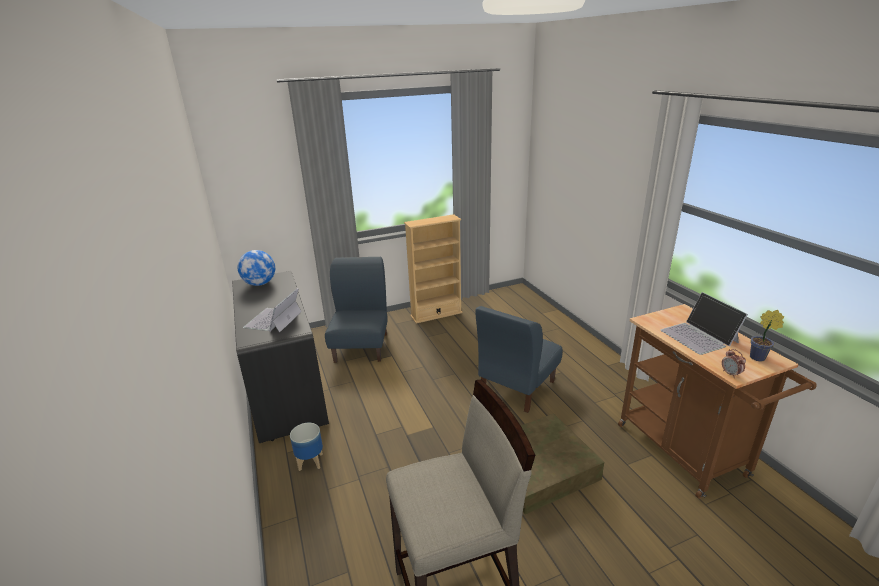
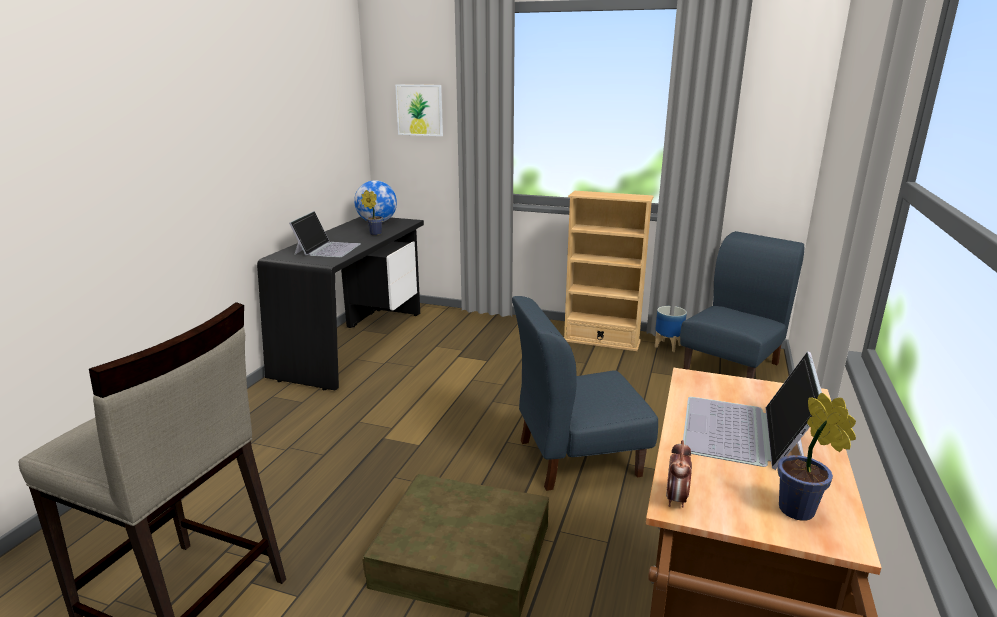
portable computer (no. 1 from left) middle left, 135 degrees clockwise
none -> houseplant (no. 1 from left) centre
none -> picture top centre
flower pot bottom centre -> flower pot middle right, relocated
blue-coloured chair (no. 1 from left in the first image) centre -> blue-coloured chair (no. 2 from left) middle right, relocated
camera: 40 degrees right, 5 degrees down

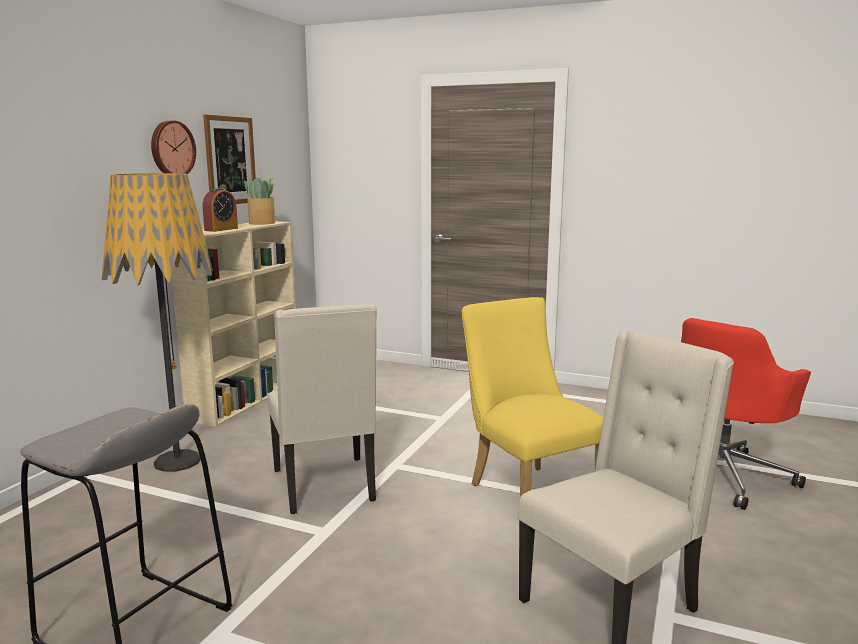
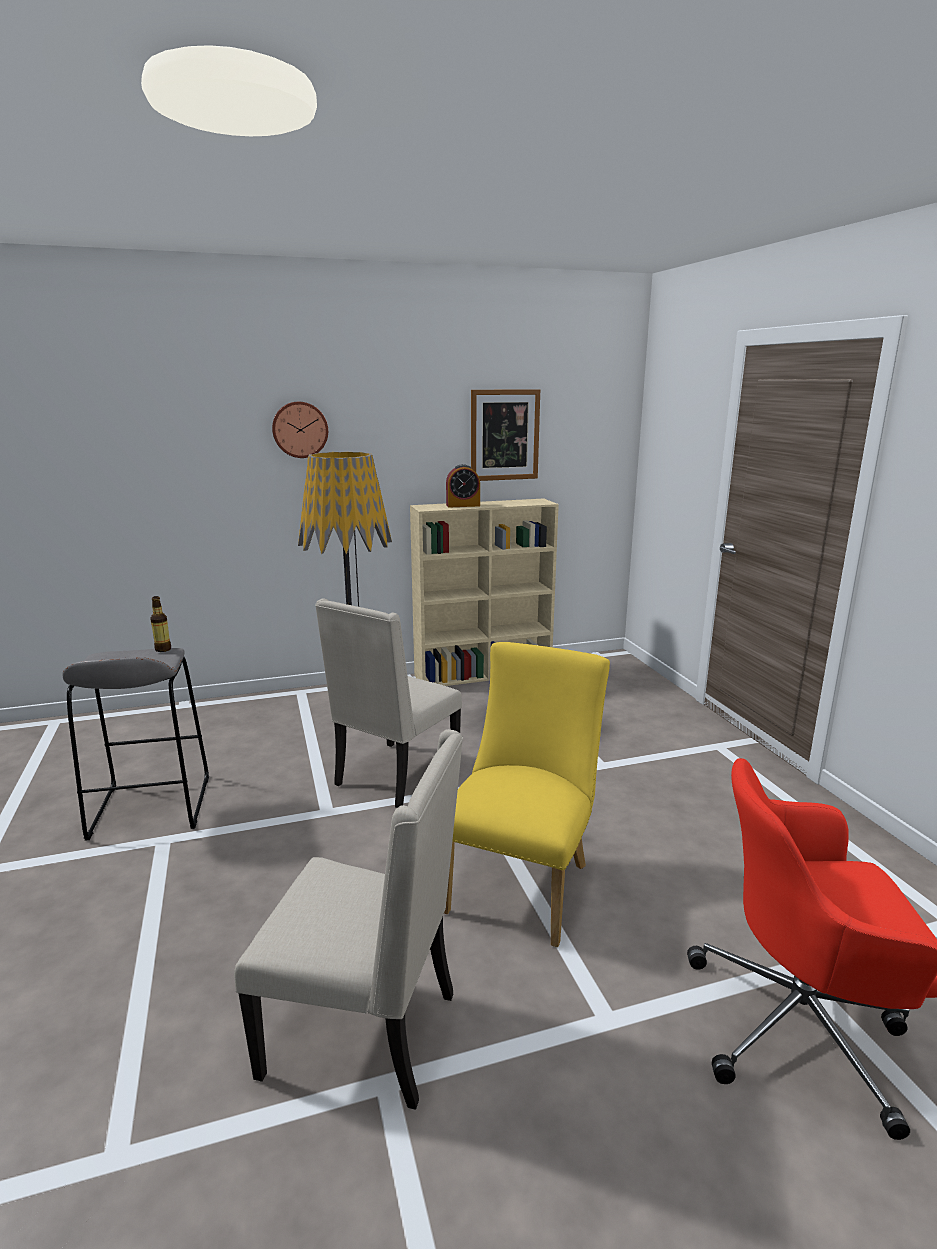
none -> drink bottle middle left
clock on the wall top left -> clock on the wall middle left, relocated
houseplant top left -> none
camera: 50 degrees right, 5 degrees up

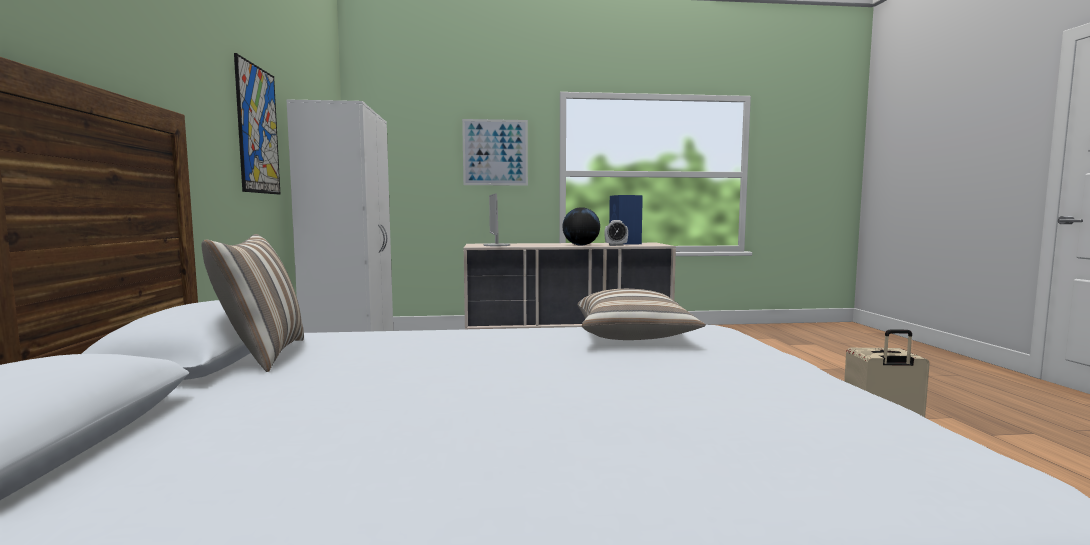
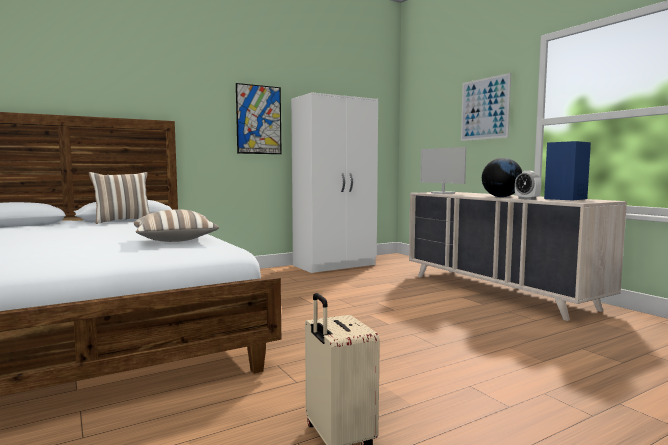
computer screen centre, 90 degrees counterclockwise
camera: 65 degrees right, 0 degrees up

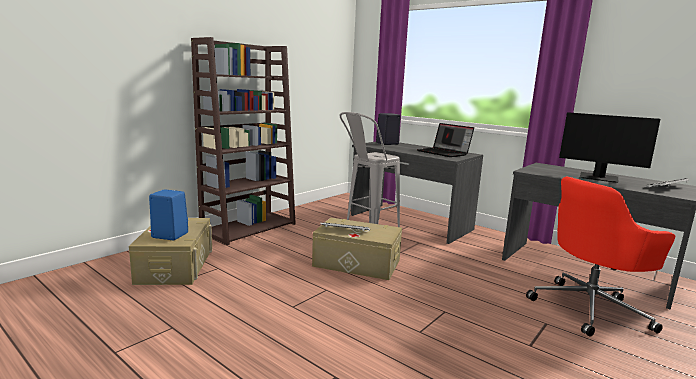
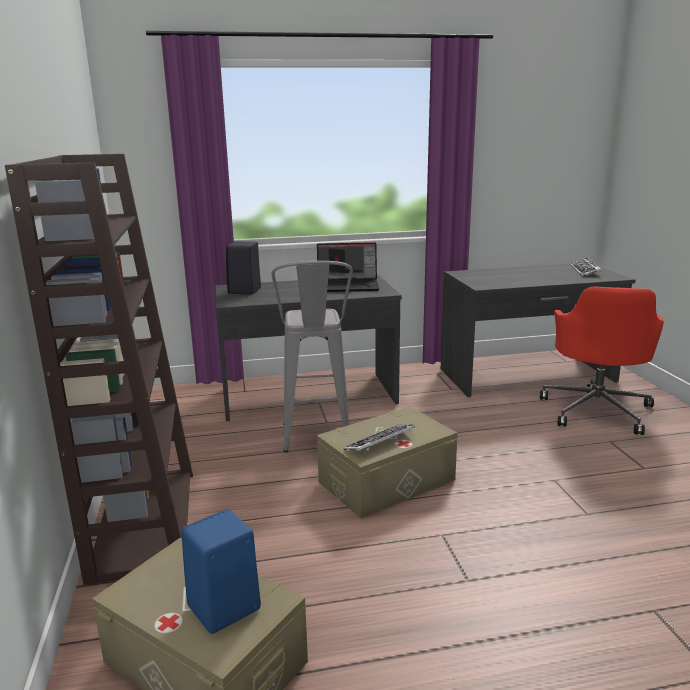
computer screen middle right -> none
camera: 50 degrees left, 5 degrees up

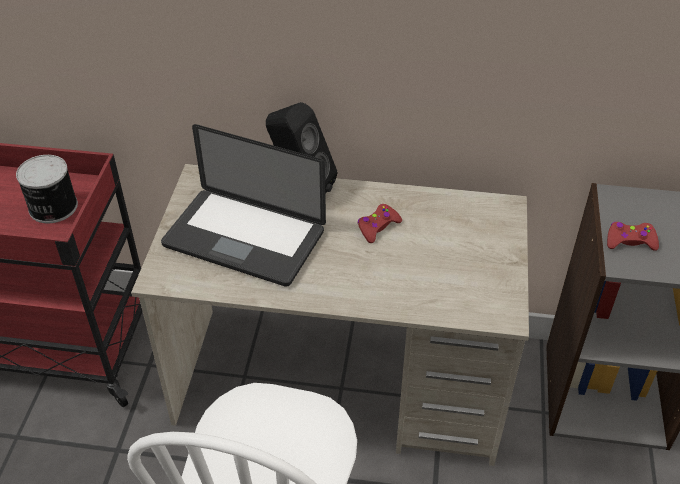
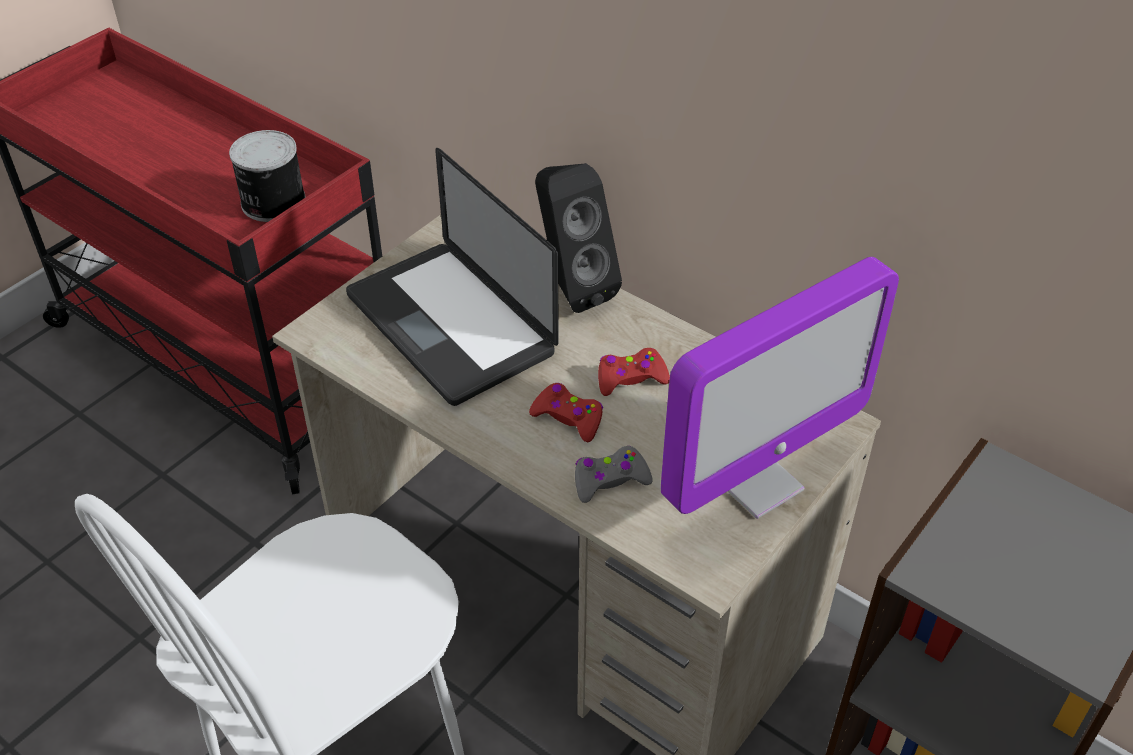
red-coloured gamepad (no. 2 from left in the first image) middle right -> red-coloured gamepad (no. 1 from left) centre, relocated
none -> greyish gamepad centre
none -> computer screen middle right
camera: 30 degrees right, 0 degrees up

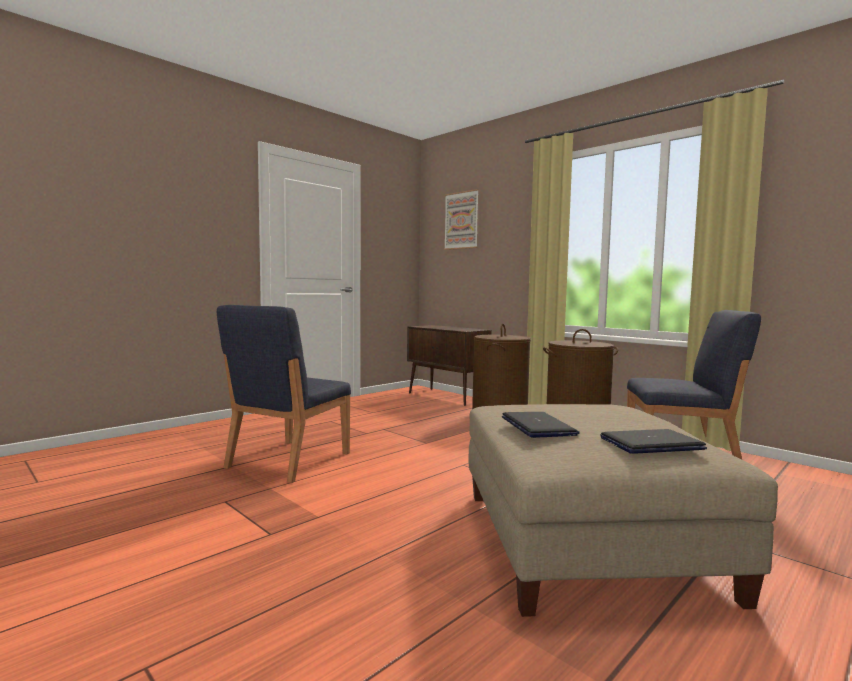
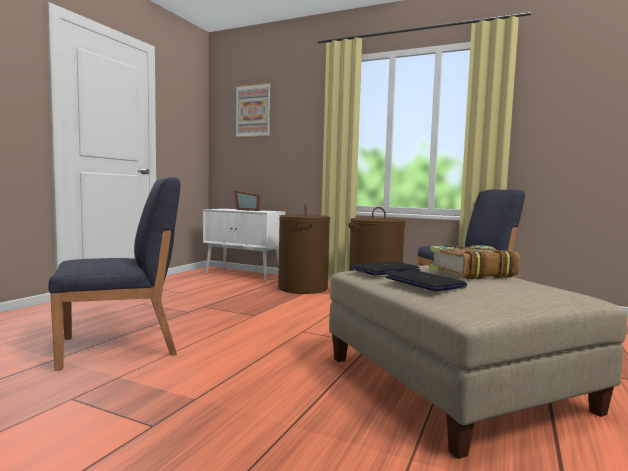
blue-coloured chair (no. 1 from left) centre -> blue-coloured chair (no. 1 from left) middle left, 120 degrees counterclockwise
brownish cupboard centre -> whitish cupboard centre
none -> standing frame centre
portable computer (no. 2 from left in the first image) middle right -> portable computer (no. 1 from left) centre, relocated
none -> book middle right
camera: 20 degrees left, 0 degrees up

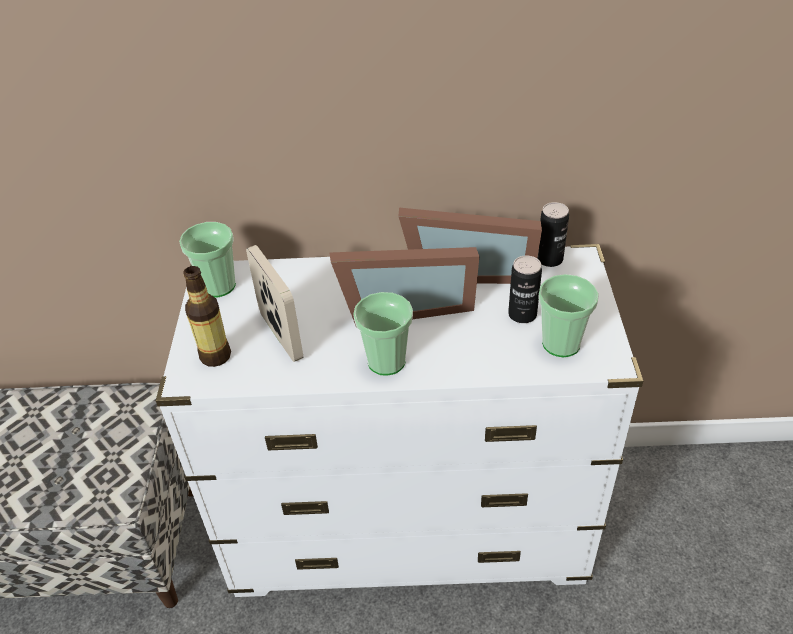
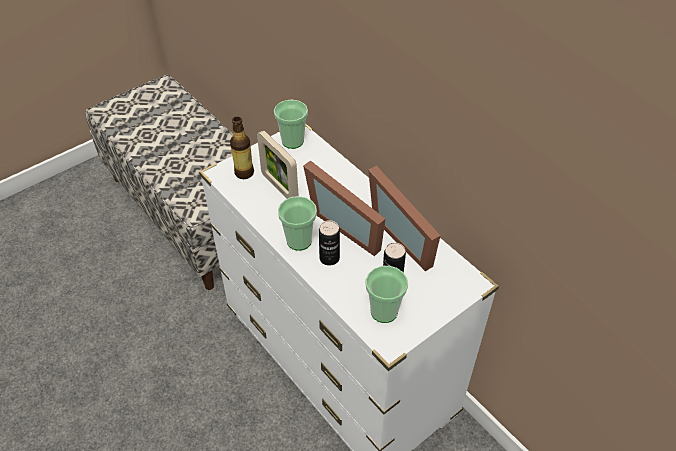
standing frame (no. 1 from left) centre, 120 degrees clockwise
sealed can (no. 2 from left in the first image) middle right -> sealed can (no. 1 from left) centre, relocated
camera: 50 degrees right, 5 degrees up

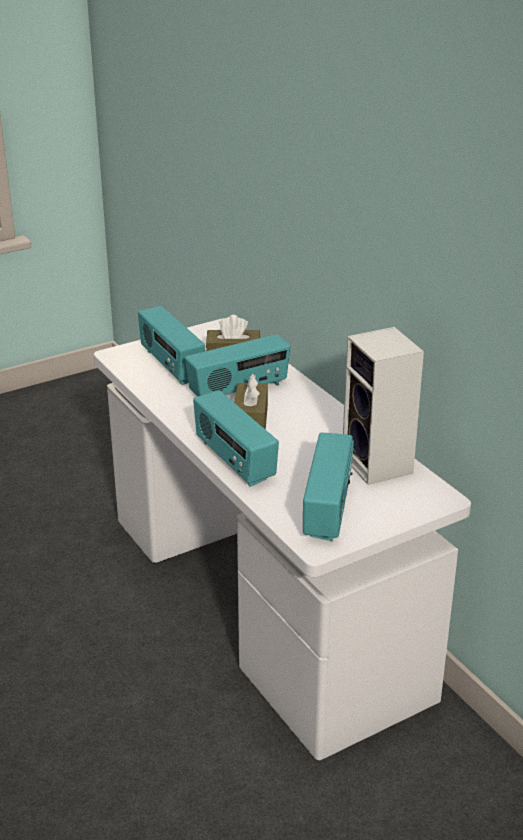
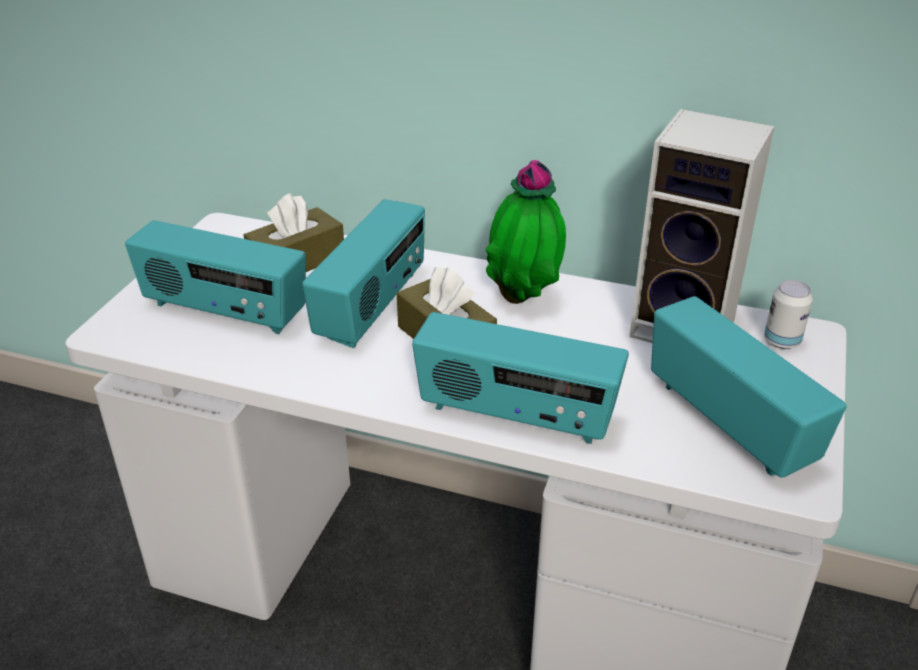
none -> houseplant centre
none -> sealed can middle right
camera: 40 degrees left, 5 degrees up

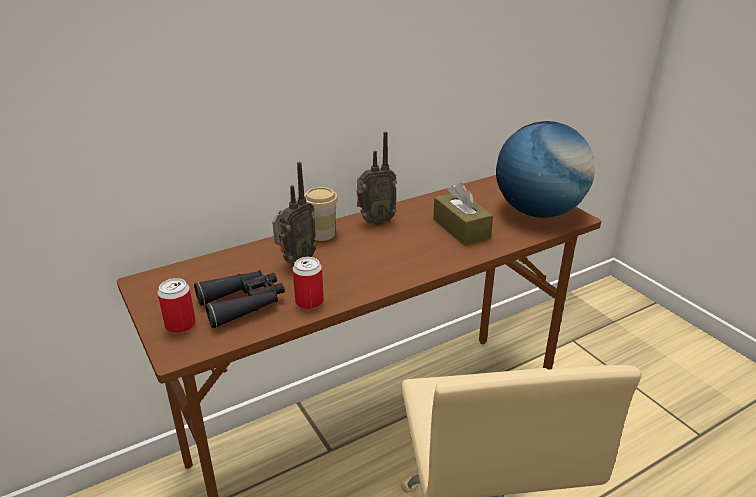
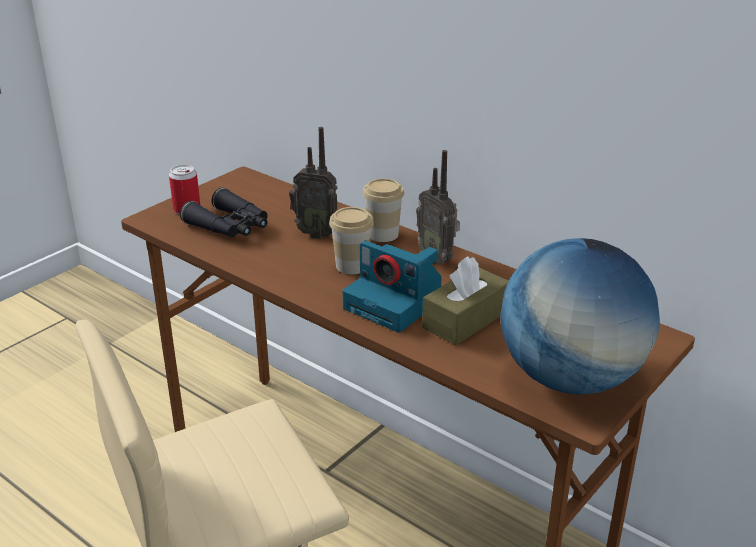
none -> drinking cup (no. 1 from left) centre
none -> still camera centre
sealed can (no. 2 from left) centre -> none
camera: 70 degrees right, 0 degrees up

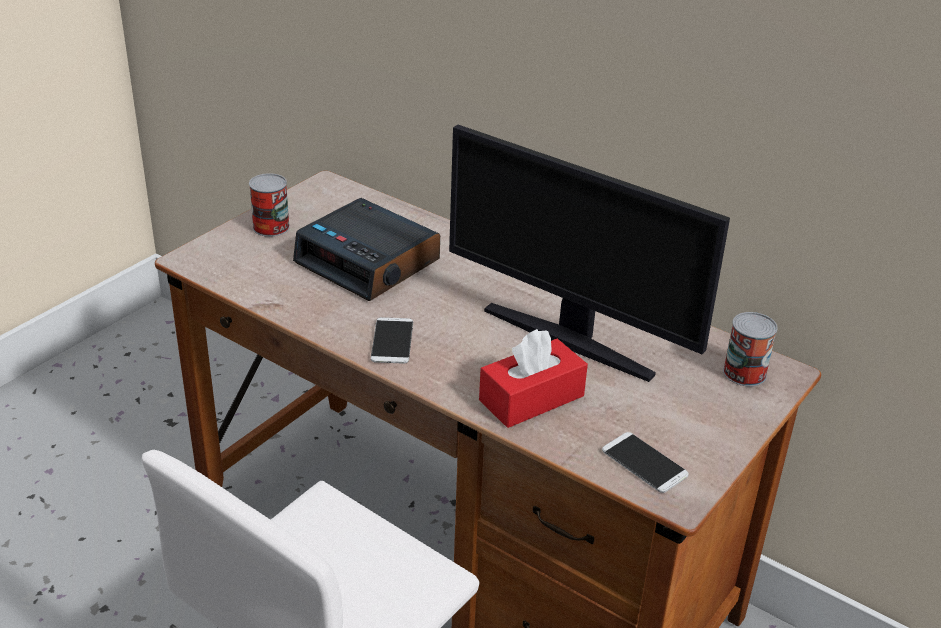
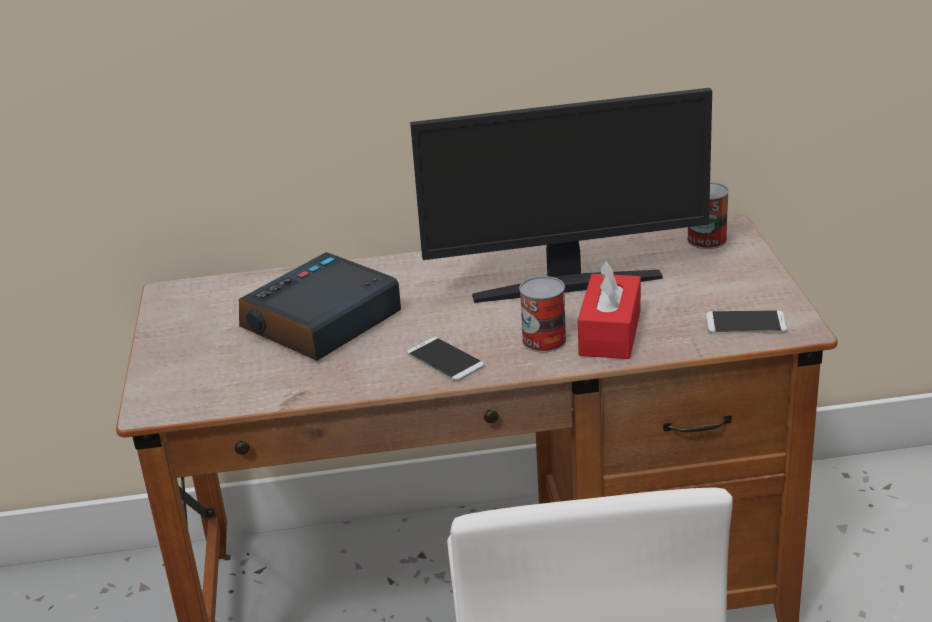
bedside clock centre, 135 degrees clockwise
sealed can (no. 1 from left) top left -> sealed can (no. 1 from left) centre, relocated
camera: 40 degrees left, 5 degrees down

